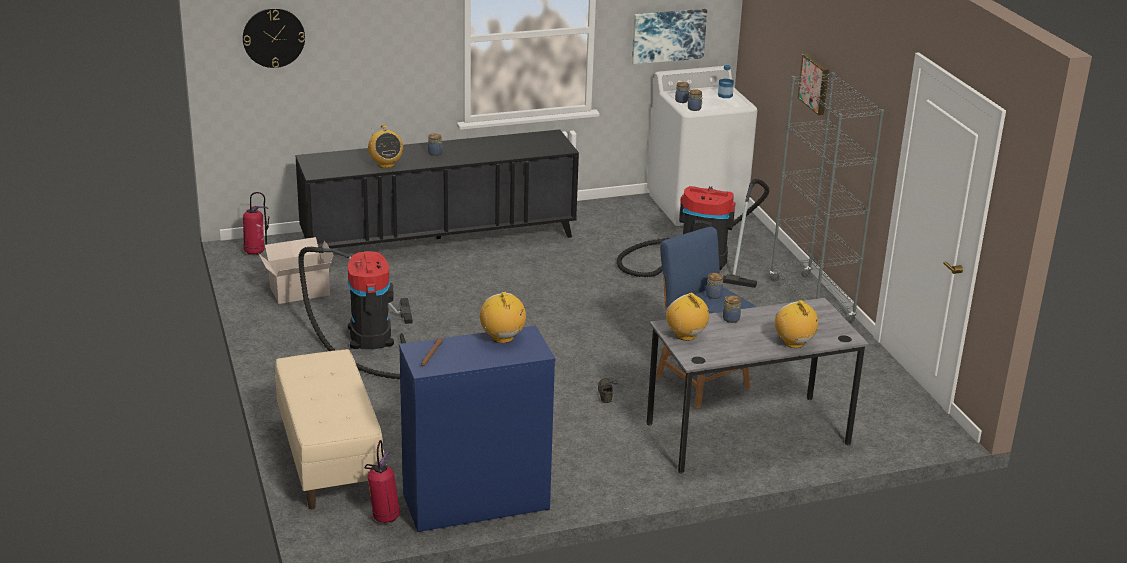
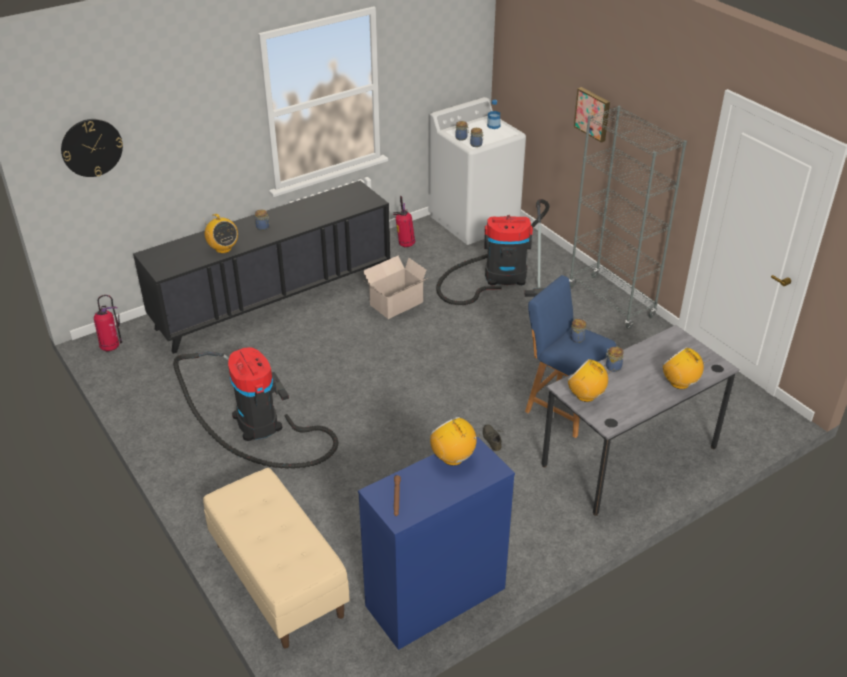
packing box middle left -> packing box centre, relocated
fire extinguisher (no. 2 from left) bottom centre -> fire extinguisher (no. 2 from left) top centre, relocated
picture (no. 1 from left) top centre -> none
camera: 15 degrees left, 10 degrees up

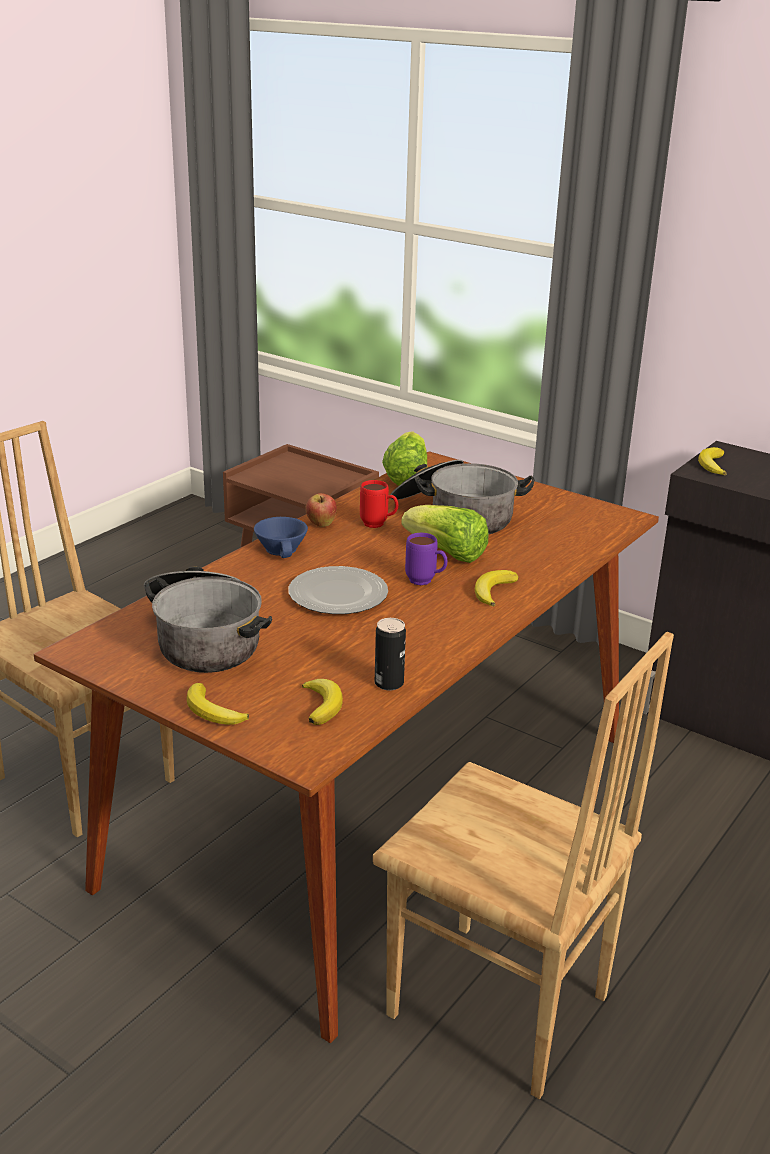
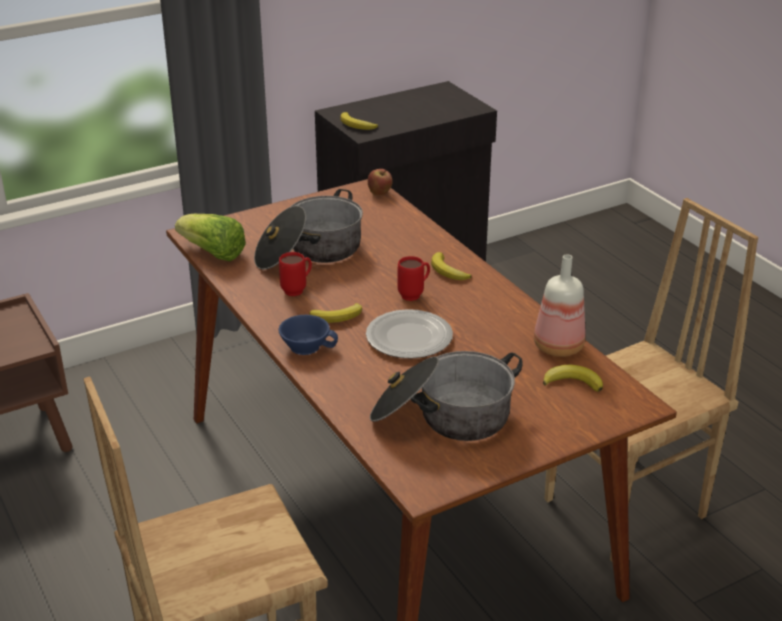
banana (no. 1 from left) middle left -> banana (no. 1 from left) centre, relocated
apple centre -> apple top centre, relocated
purple-coloured mug centre -> red-coloured mug (no. 2 from left) centre
sealed can centre -> drink bottle middle right
head of lettuce (no. 2 from left) centre -> none
camera: 65 degrees left, 5 degrees up

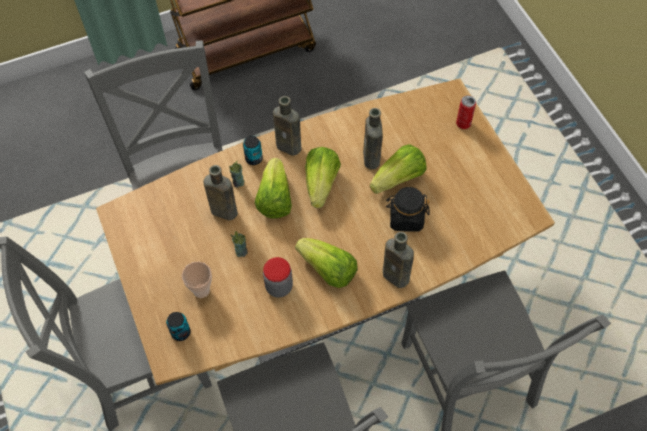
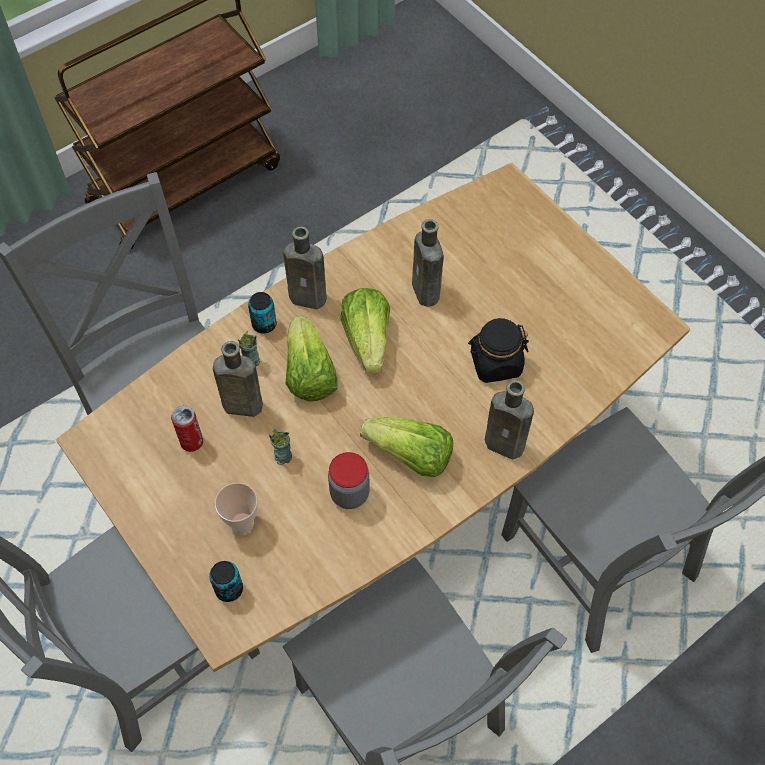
sealed can (no. 3 from left in the first image) top right -> sealed can (no. 1 from left) middle left, relocated
head of lettuce (no. 4 from left) centre -> none
camera: 15 degrees left, 0 degrees up

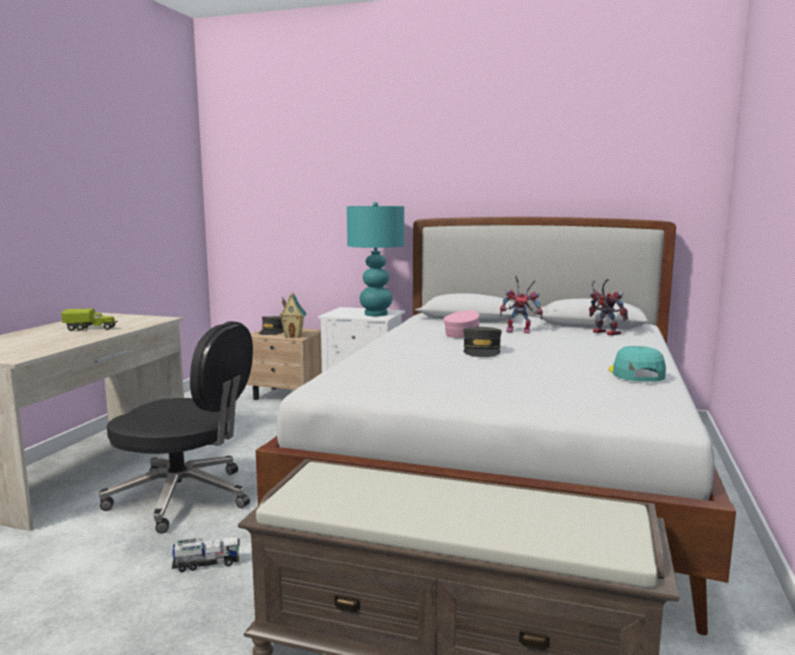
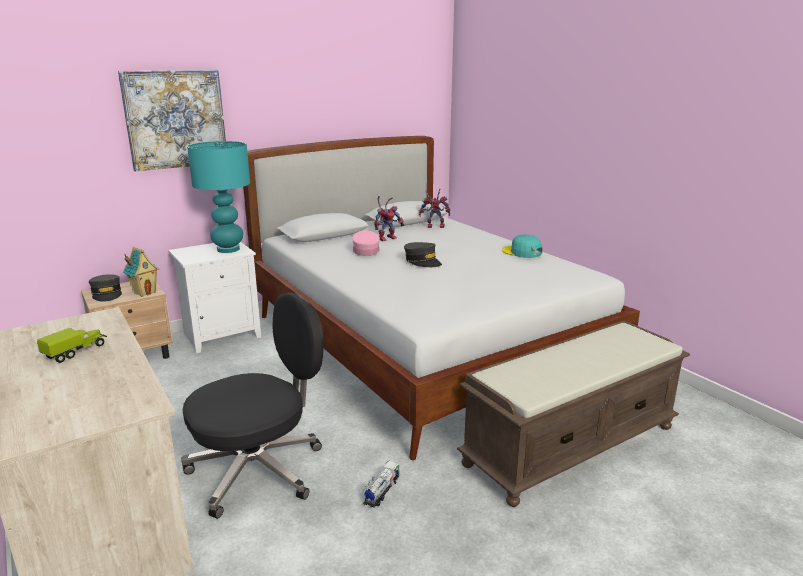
none -> picture top left
camera: 50 degrees left, 10 degrees up

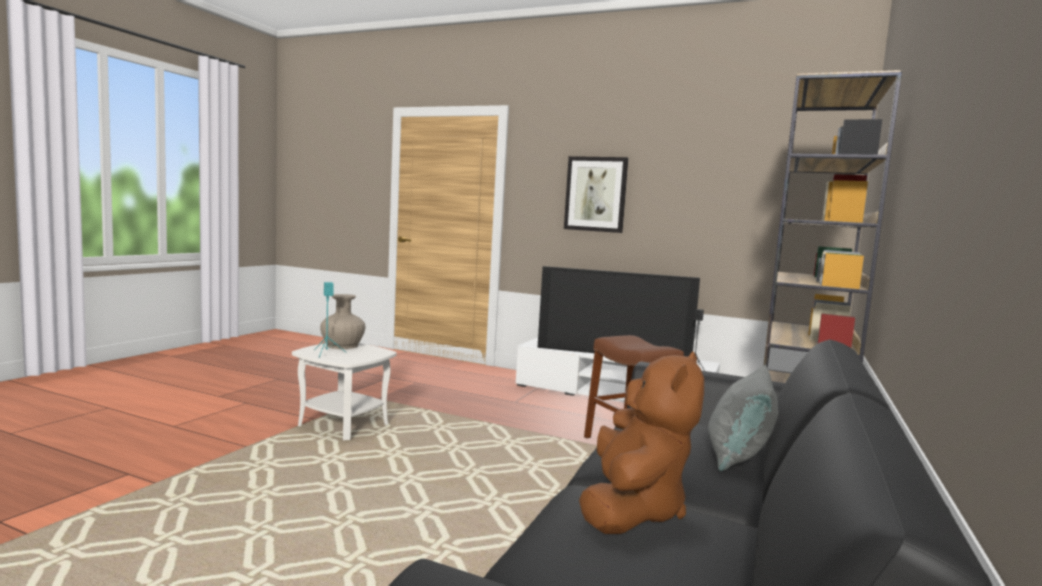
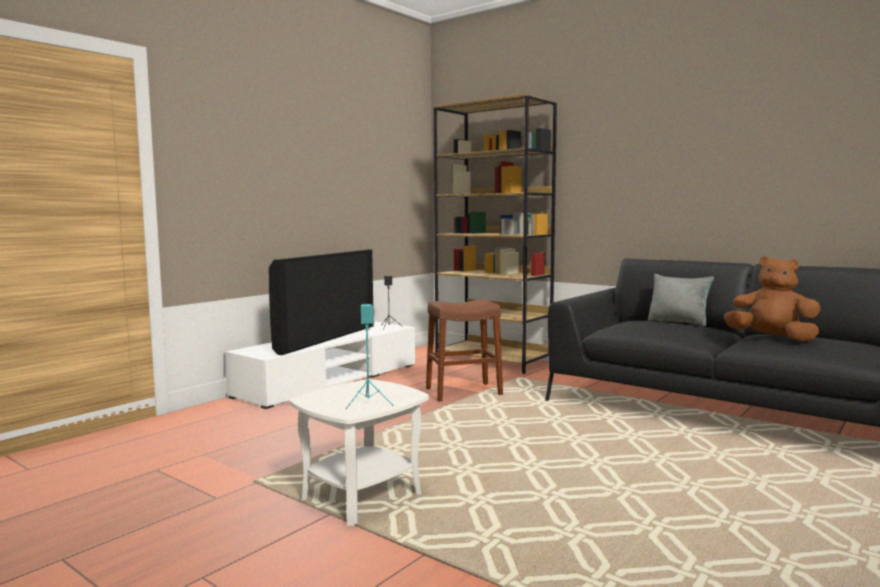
beige-coloured decorative vase middle left -> none
picture top centre -> none
camera: 75 degrees left, 0 degrees up

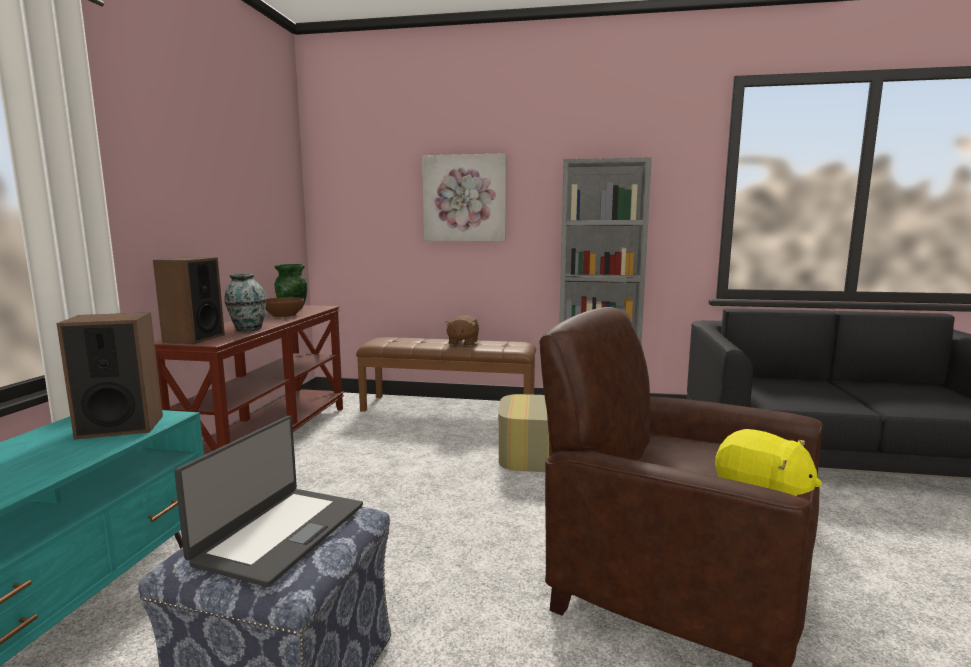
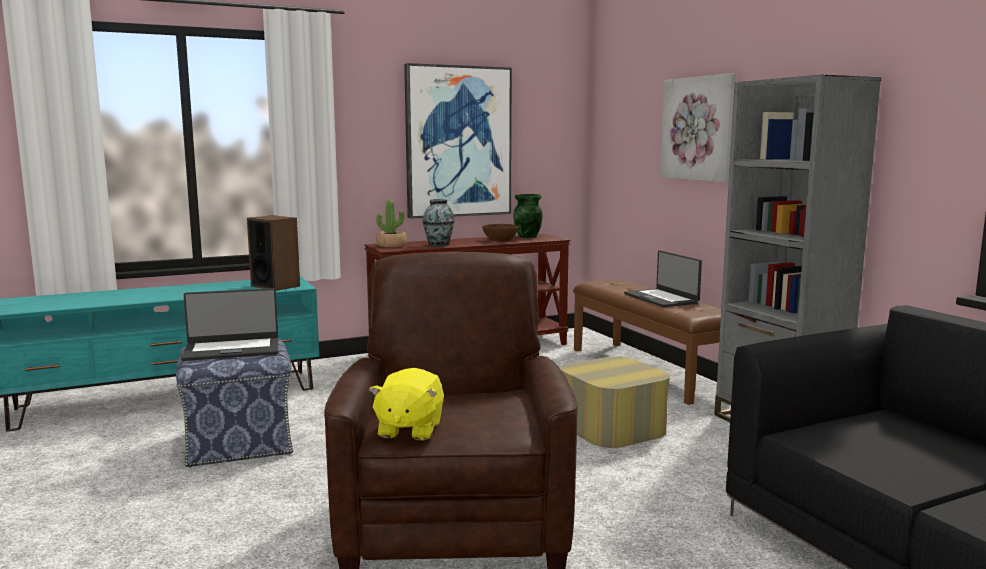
loudspeaker (no. 2 from left) middle left -> houseplant centre
none -> picture (no. 1 from left) top centre
brownish cuddly toy centre -> portable computer (no. 2 from left) middle right
camera: 55 degrees right, 0 degrees up

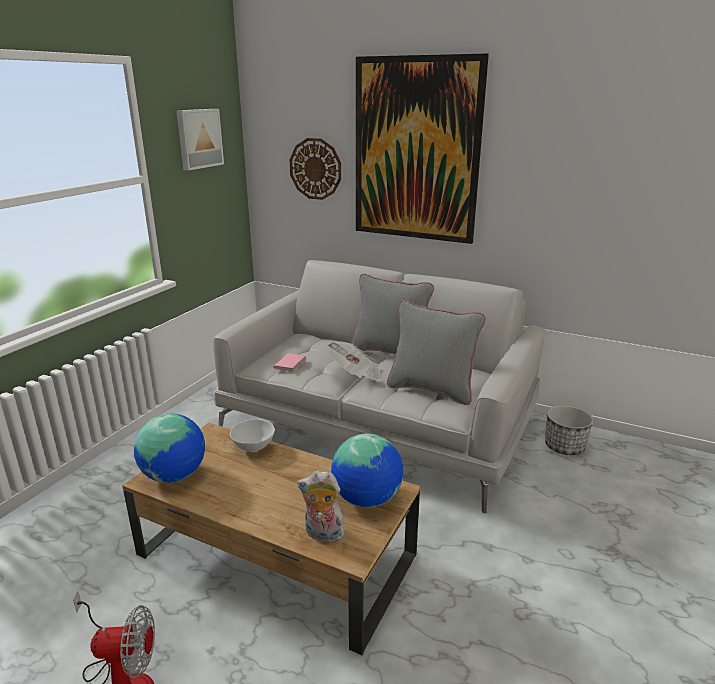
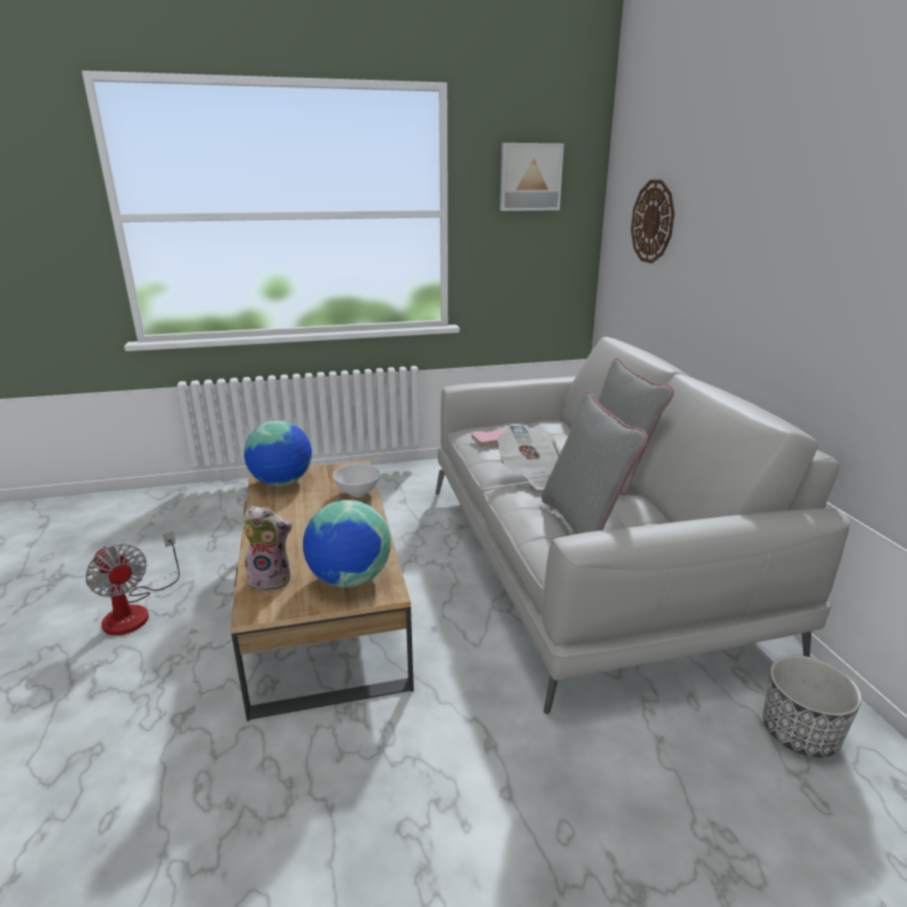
cuddly toy bottom centre -> cuddly toy middle left, 120 degrees clockwise
picture (no. 2 from left) top centre -> none
camera: 50 degrees right, 0 degrees up

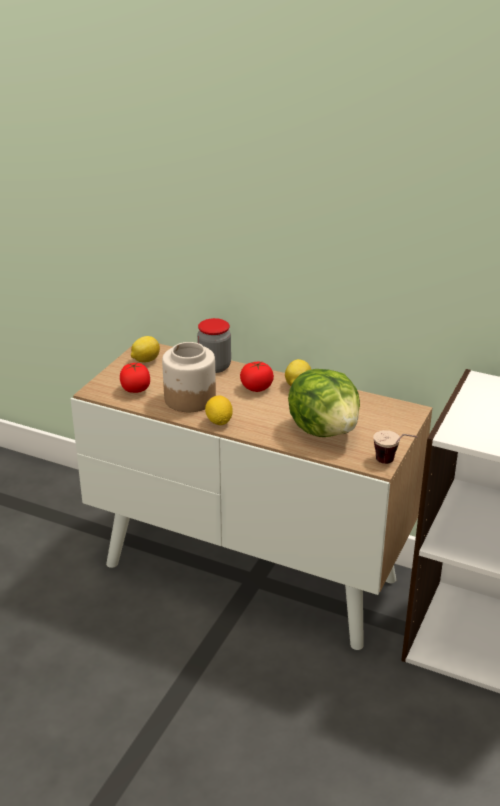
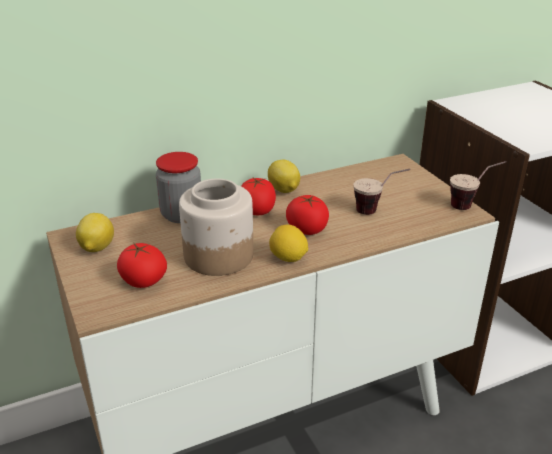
none -> tomato (no. 3 from left) centre
head of lettuce centre -> drinking cup (no. 1 from left) middle right
camera: 50 degrees left, 0 degrees up

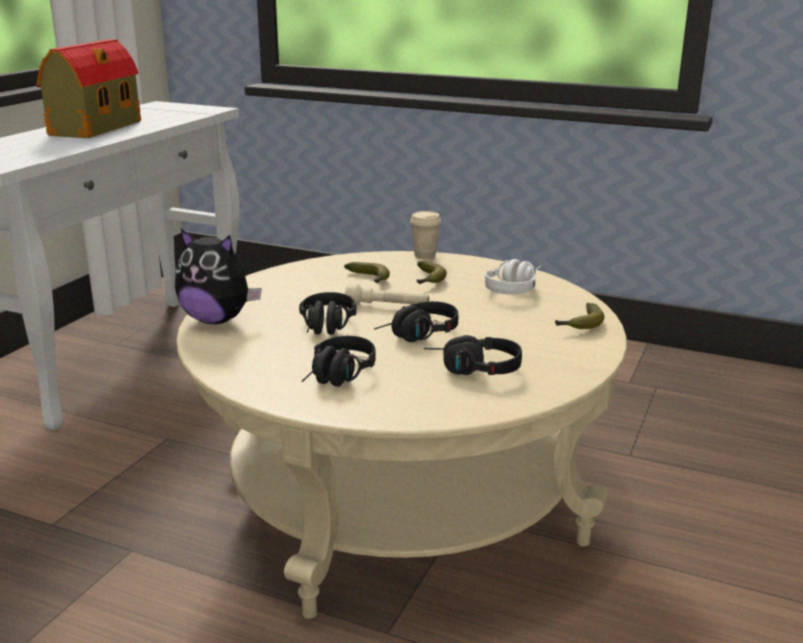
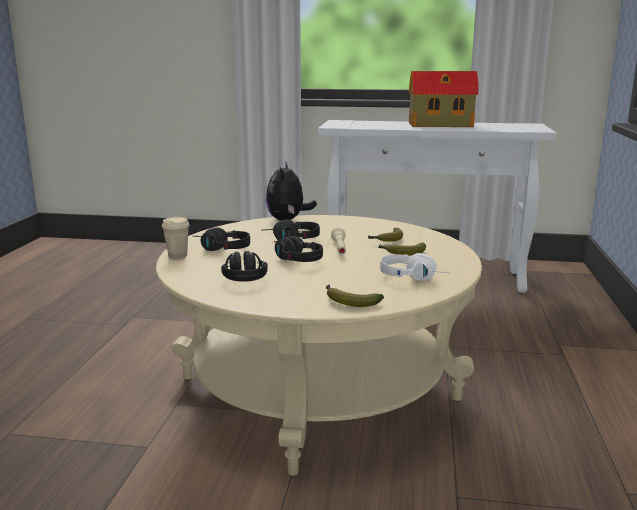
beige-coloured drinking cup centre -> beige-coloured drinking cup middle left, relocated
camera: 75 degrees right, 5 degrees down

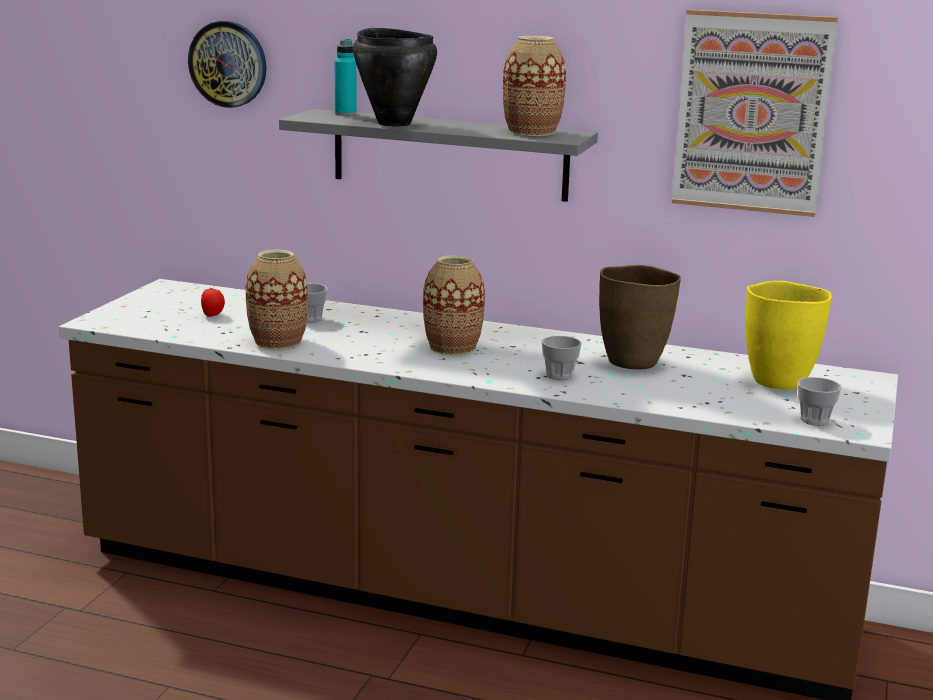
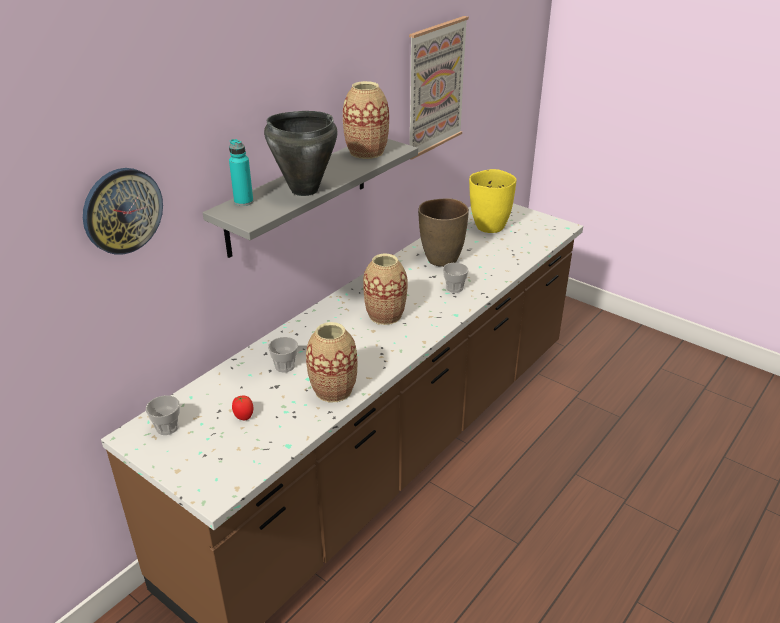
drinking cup (no. 3 from left in the first image) middle right -> drinking cup (no. 1 from left) middle left, relocated
camera: 70 degrees left, 15 degrees up

